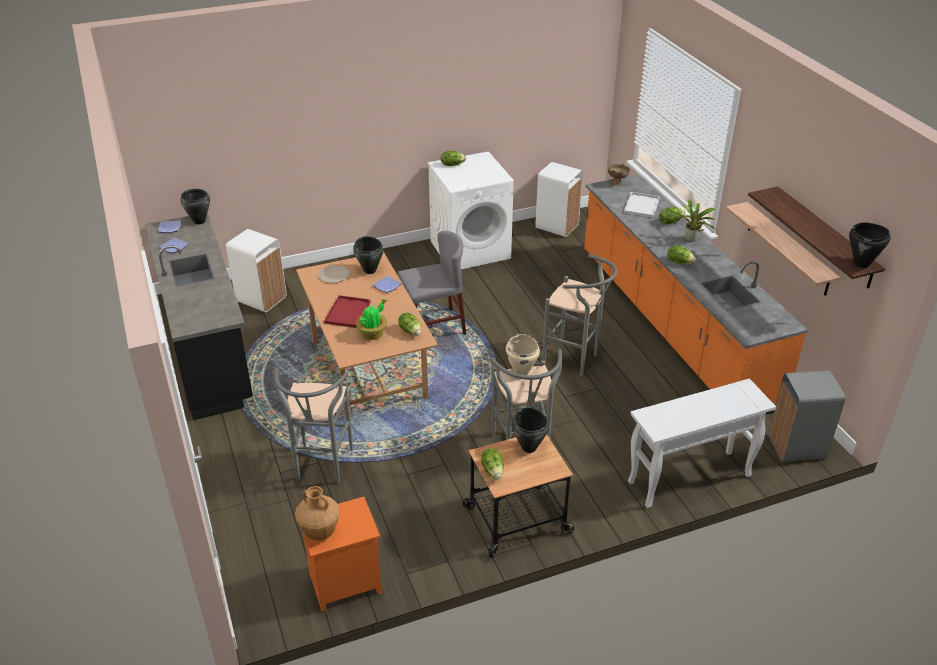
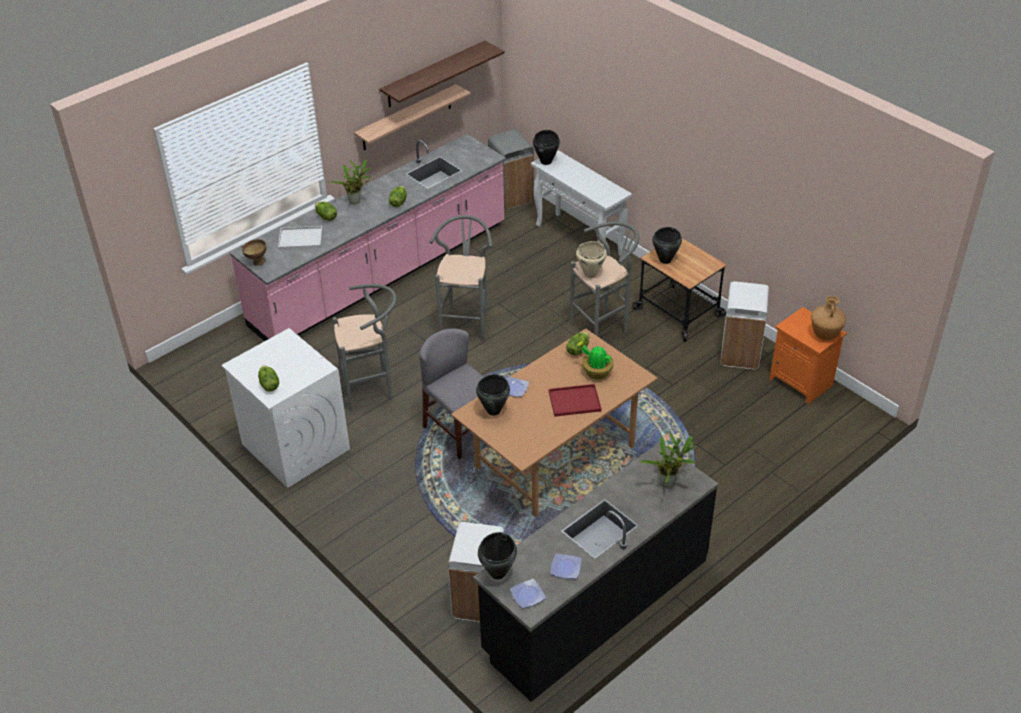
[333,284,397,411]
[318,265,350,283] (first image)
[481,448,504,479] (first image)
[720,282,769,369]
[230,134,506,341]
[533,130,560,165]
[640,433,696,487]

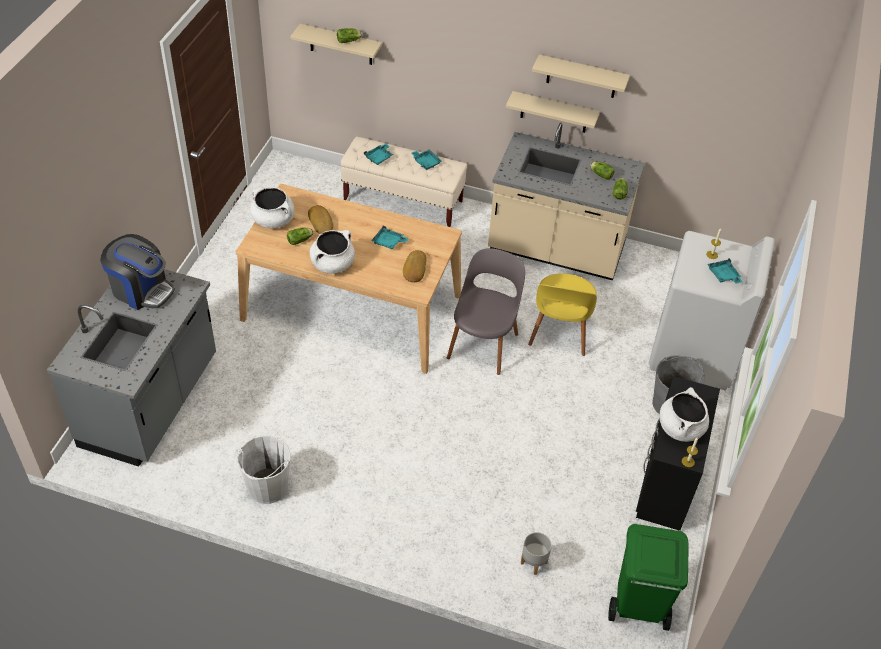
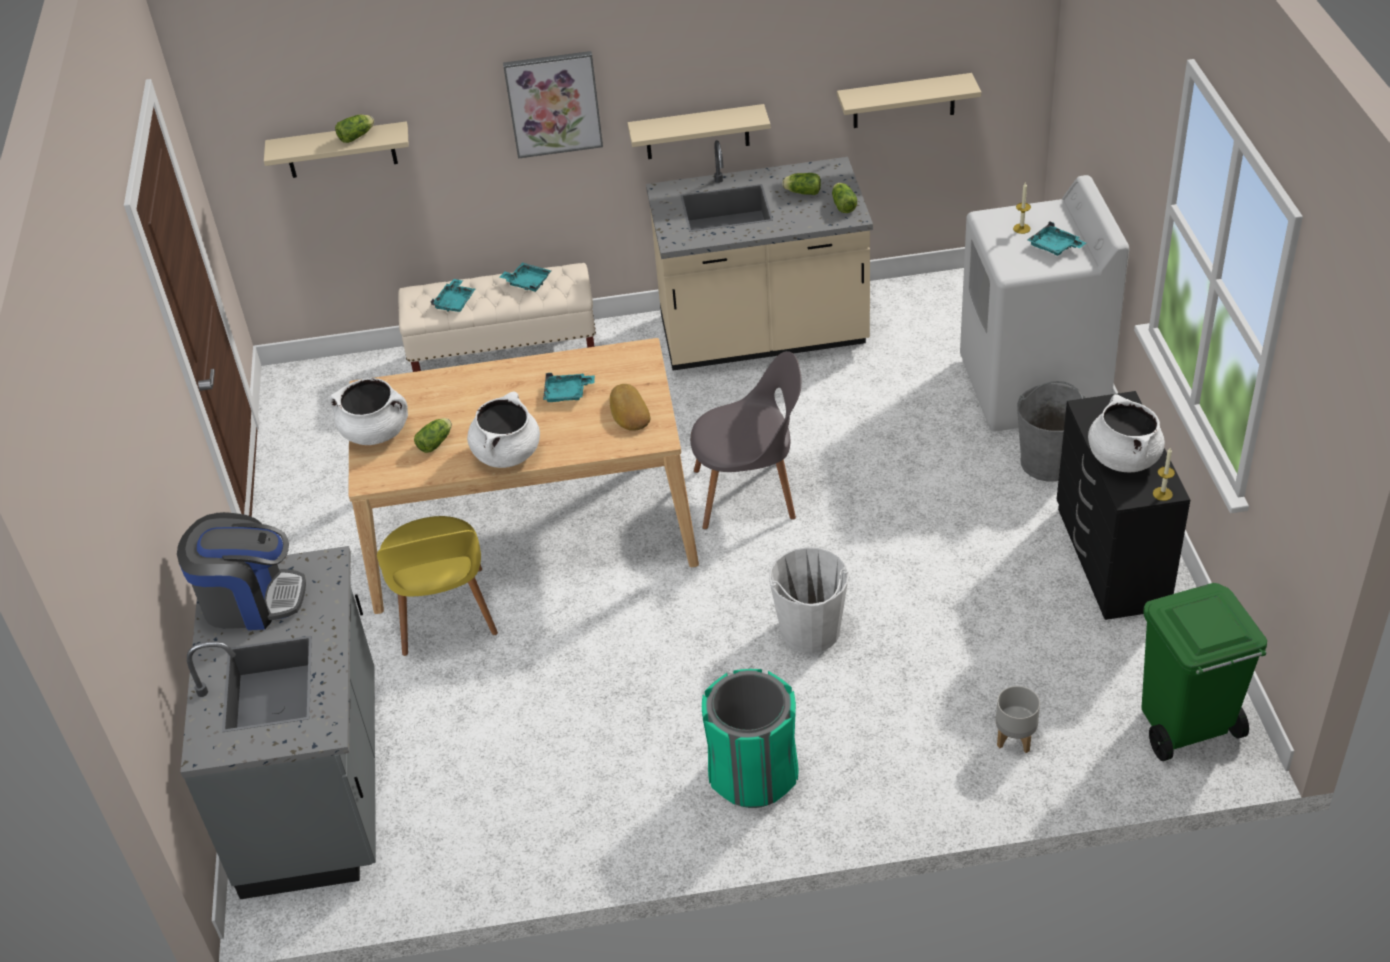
[769,547,849,653]
[308,205,333,234] (first image)
[690,351,802,529]
[377,516,498,656]
[837,73,981,128]
[503,51,603,159]
[702,669,798,808]

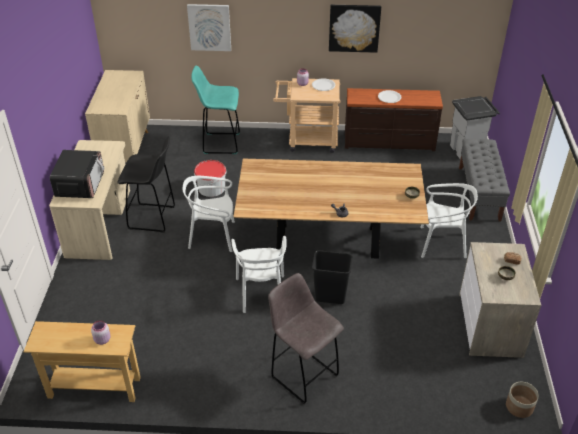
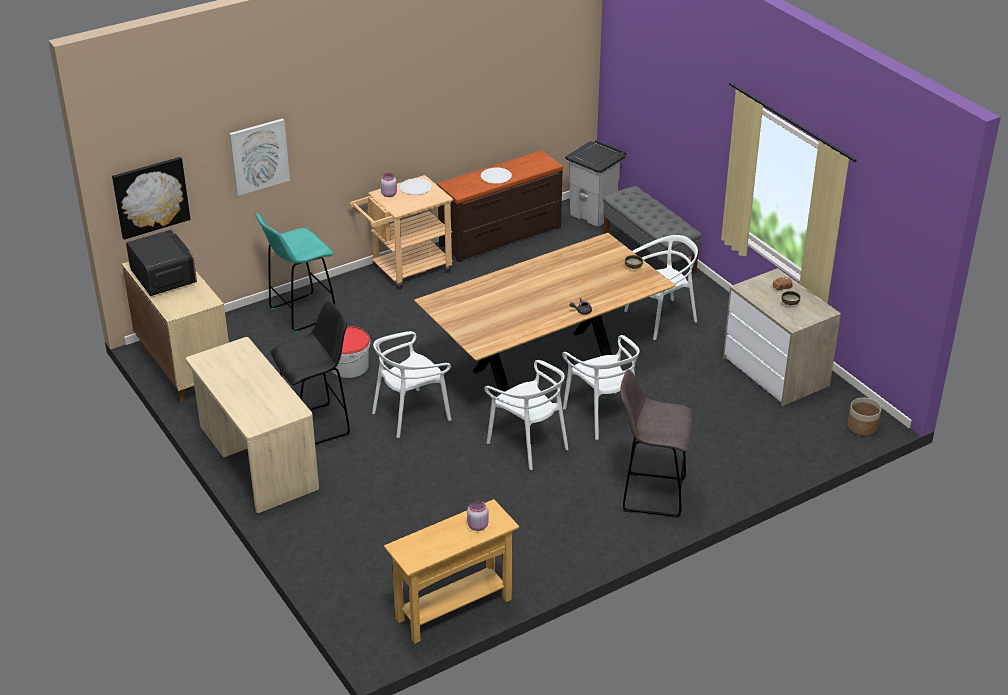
[126,229,197,296]
[562,335,640,440]
[112,157,190,240]

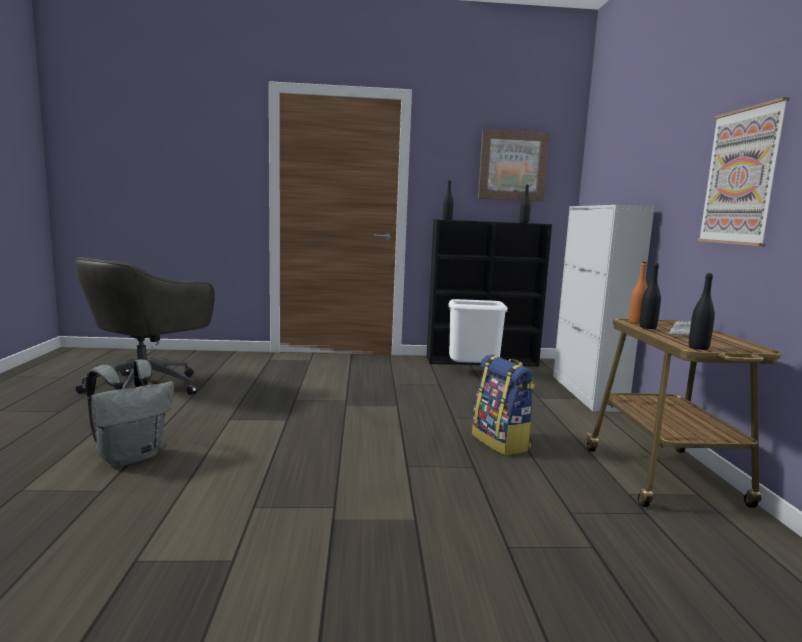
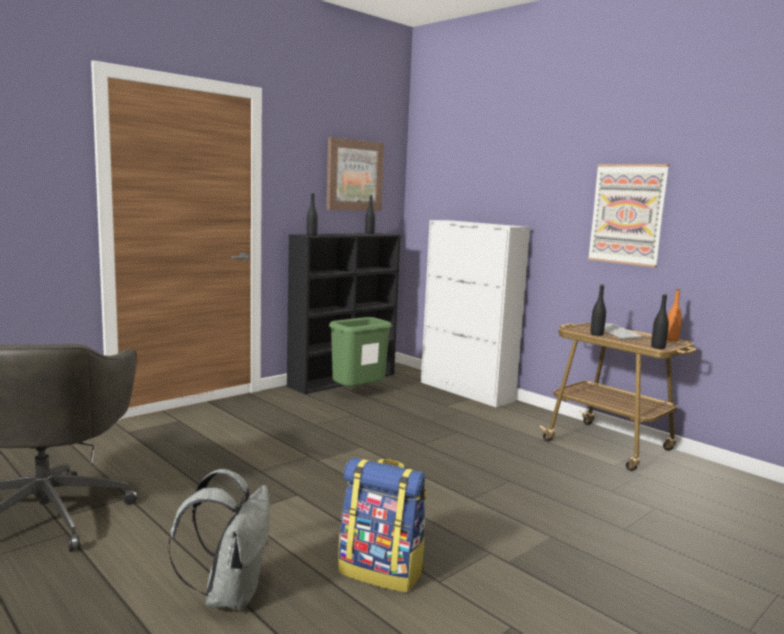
[329,317,392,386]
[339,458,427,593]
[667,289,682,342]

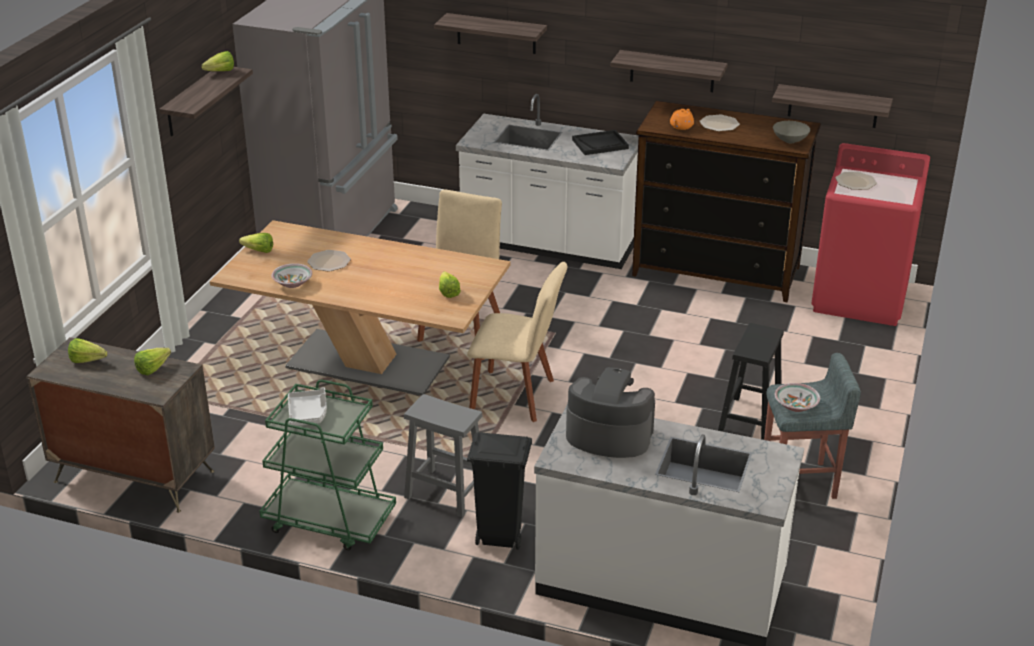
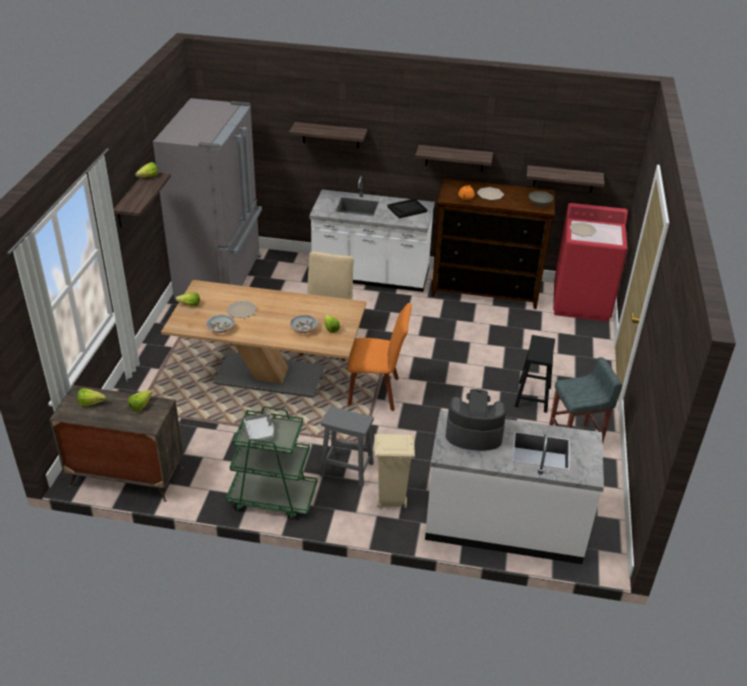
[347,303,412,411]
[375,434,415,508]
[290,315,318,333]

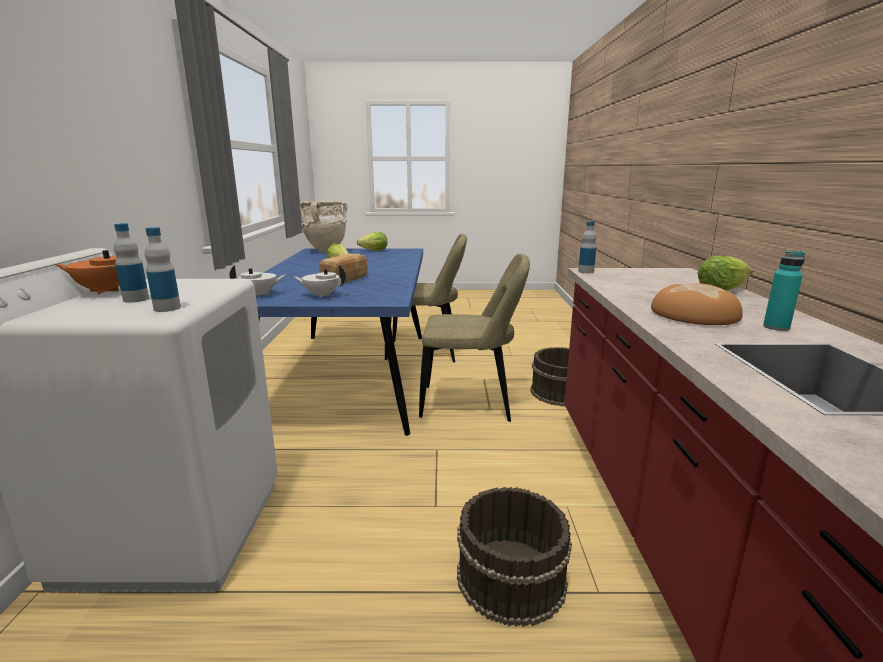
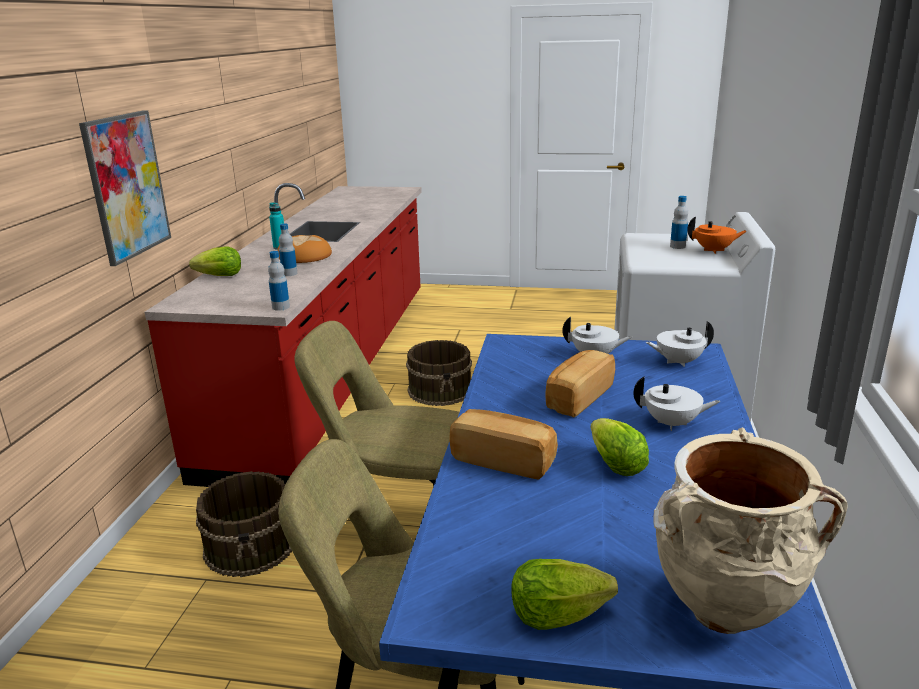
[279,223,297,276]
[79,110,171,266]
[449,409,558,480]
[634,376,721,431]

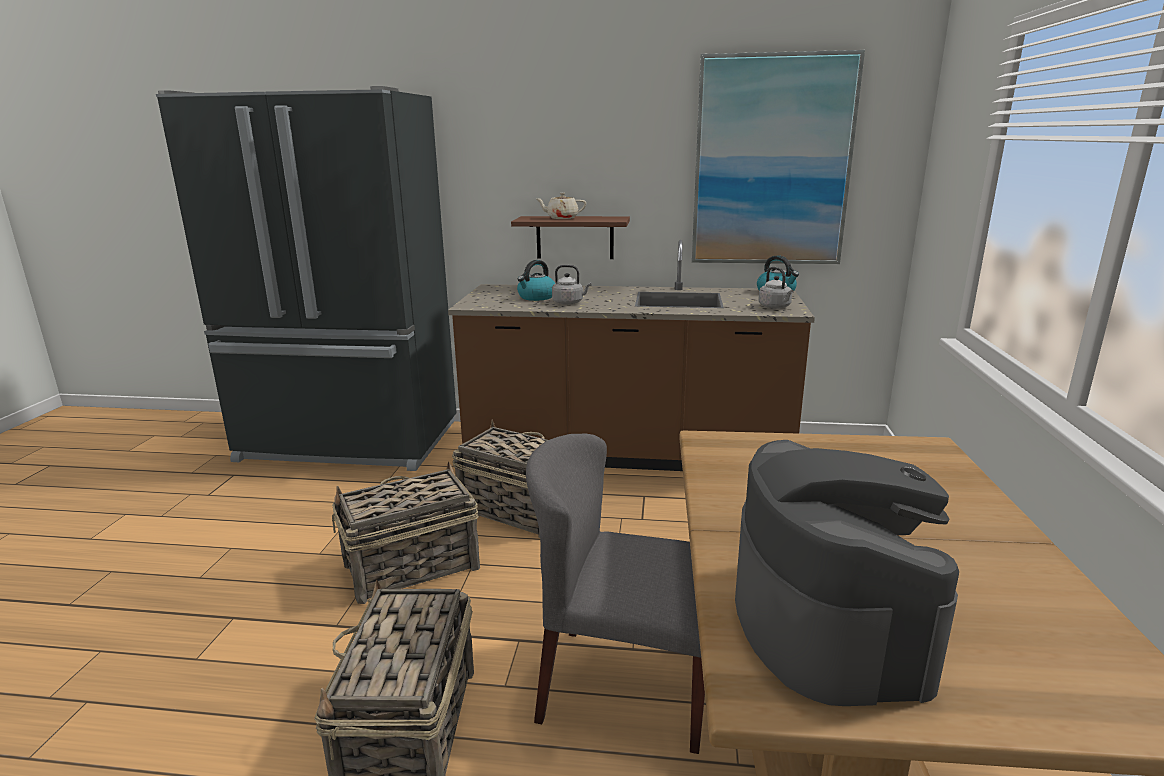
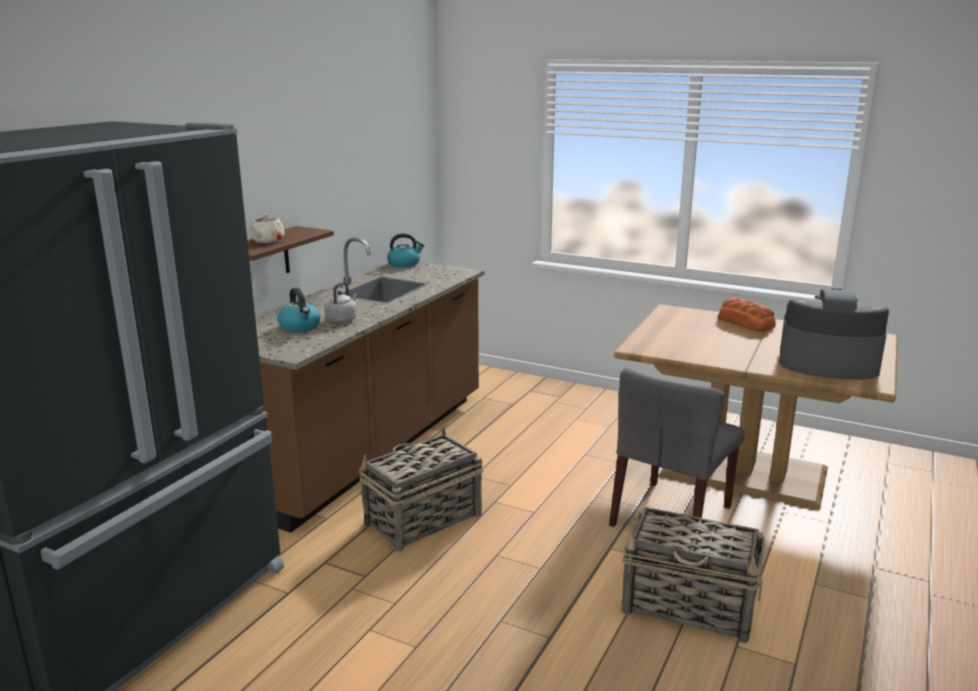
[332,462,480,604] (first image)
[692,50,865,264] (first image)
[758,267,794,309] (first image)
[718,298,776,332]

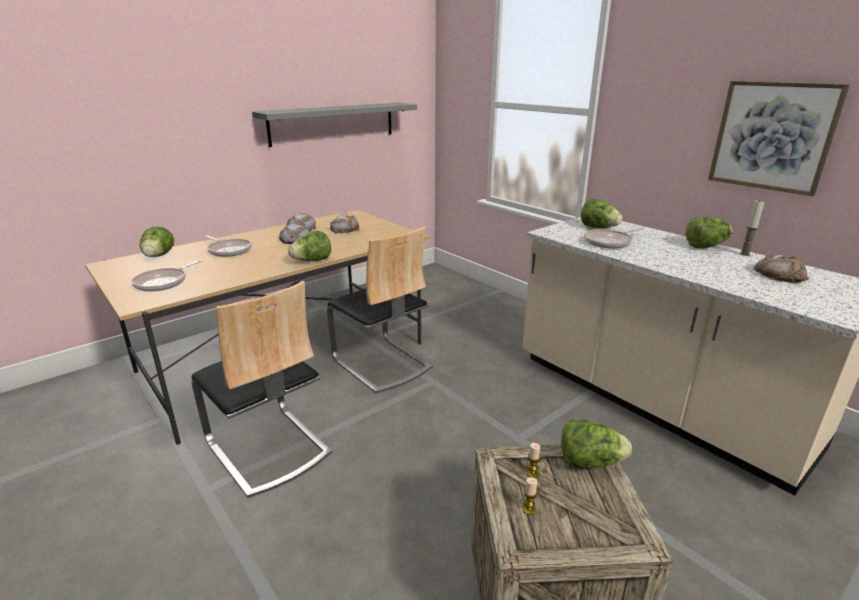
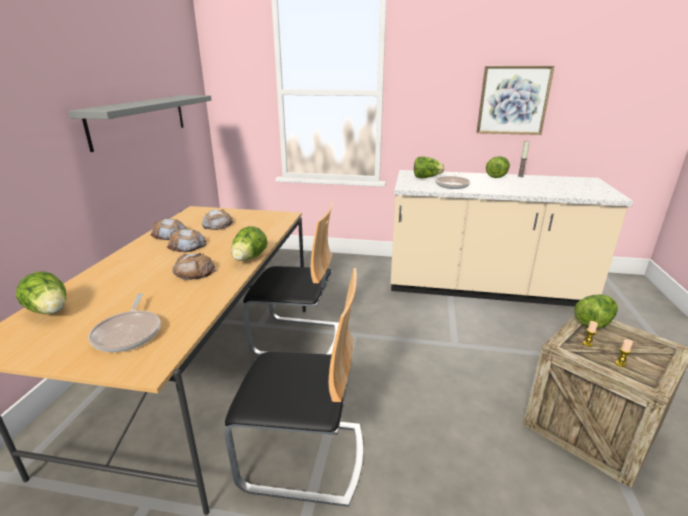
[205,236,252,257] (first image)
[172,253,216,280]

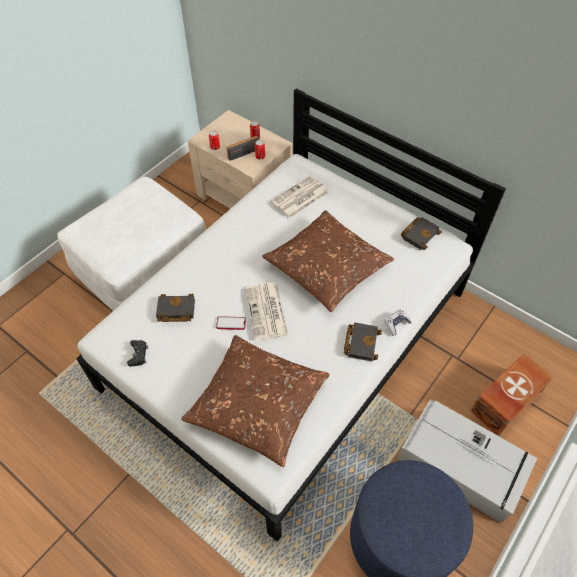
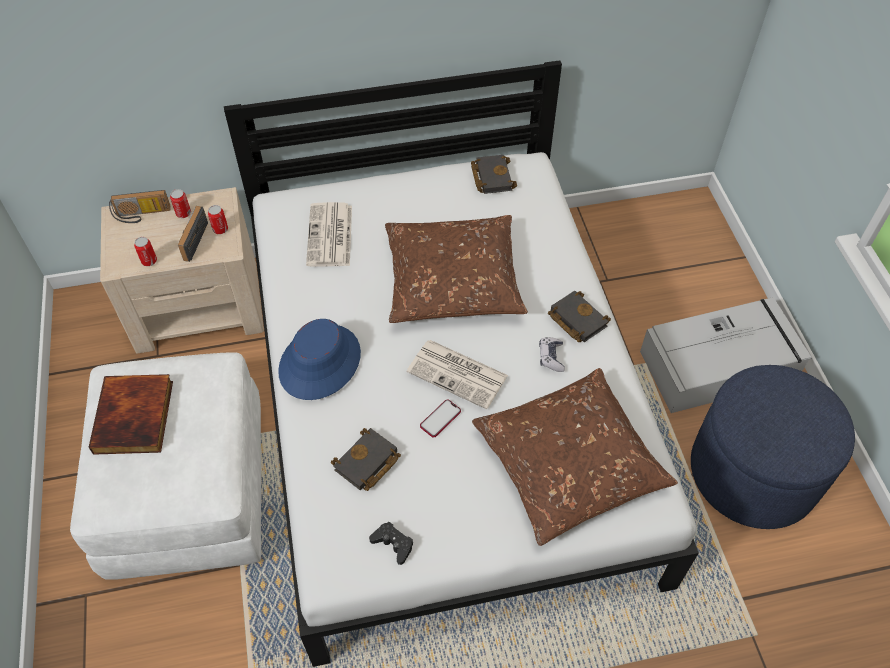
[539,337,565,372]
[470,353,554,436] (first image)
[88,374,173,455]
[109,190,170,223]
[278,319,361,400]

